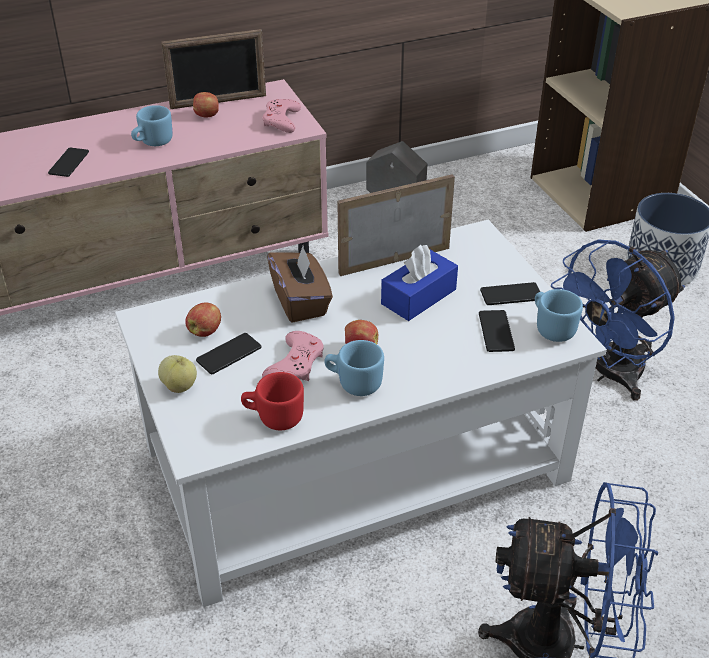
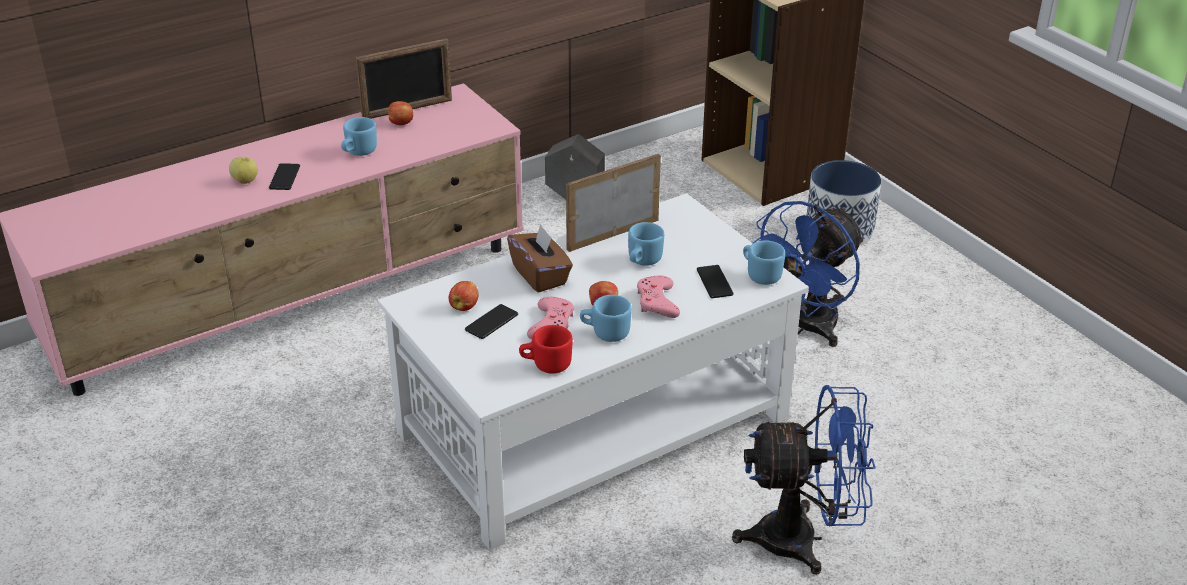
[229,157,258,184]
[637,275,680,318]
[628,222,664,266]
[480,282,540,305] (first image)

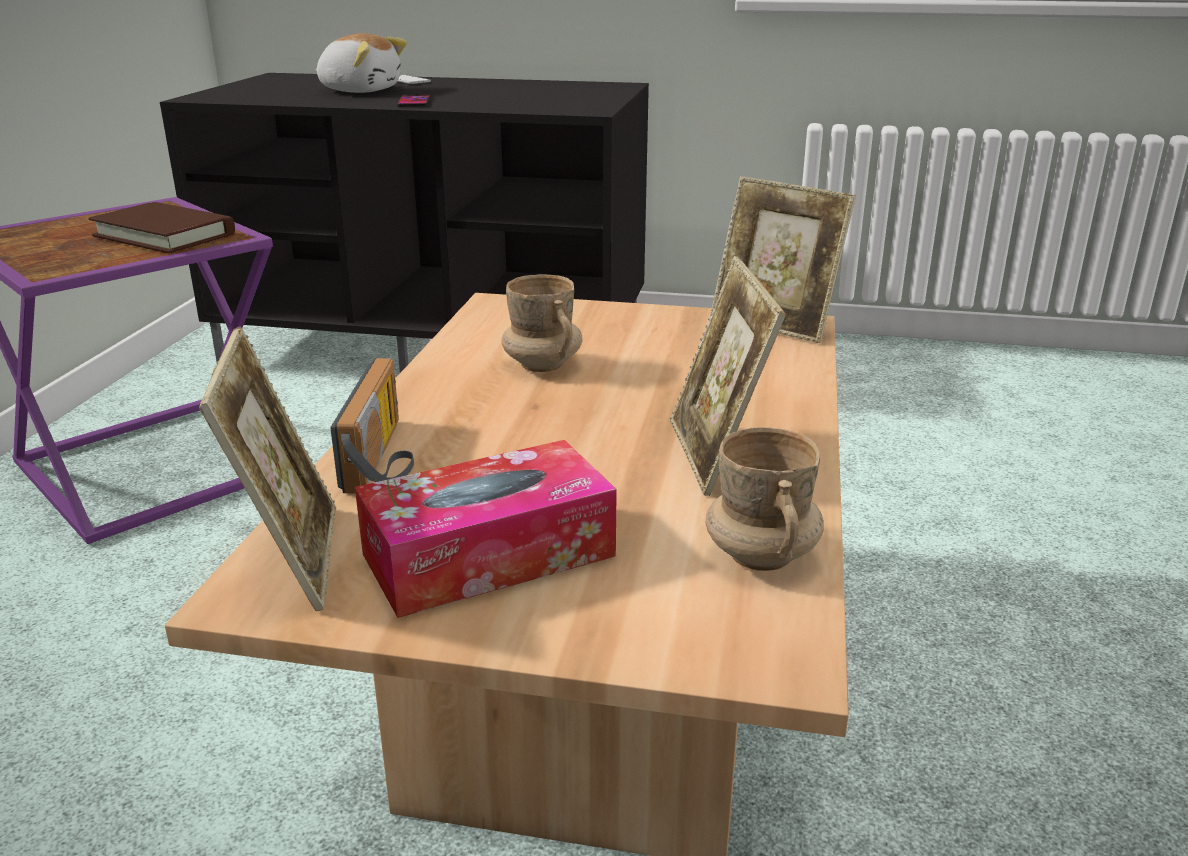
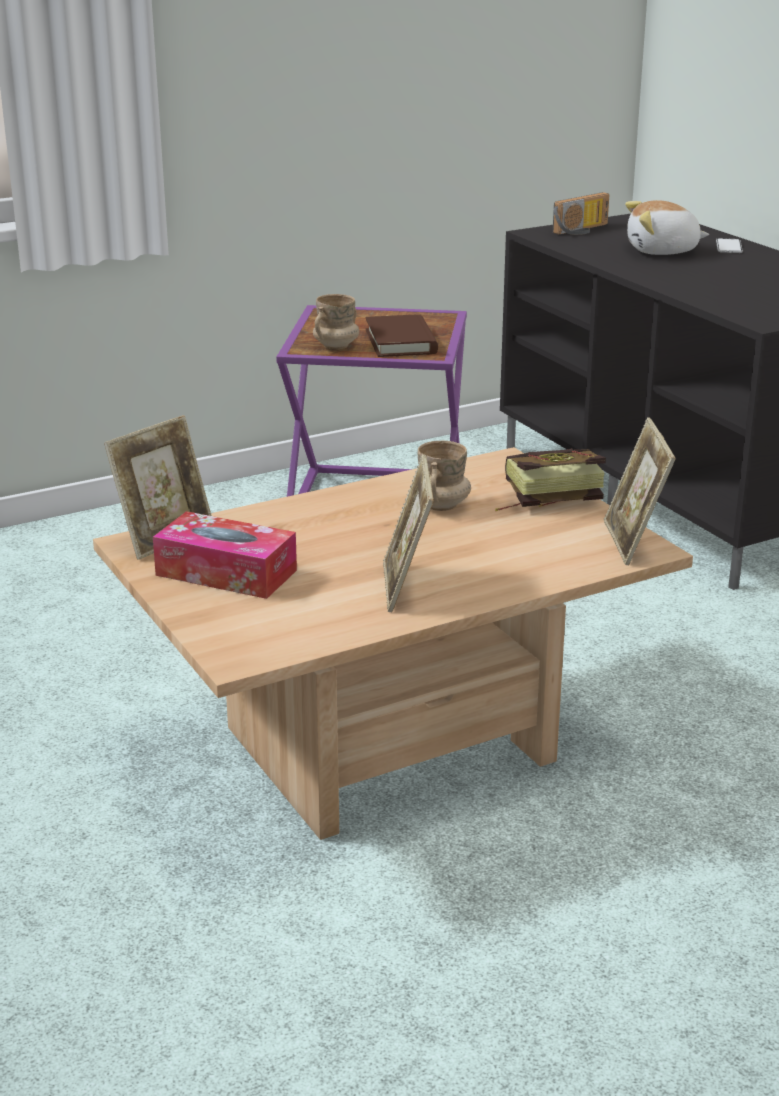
[625,200,709,255]
[553,192,609,235]
[397,95,431,107] (first image)
[383,454,434,612]
[313,294,359,349]
[495,448,606,512]

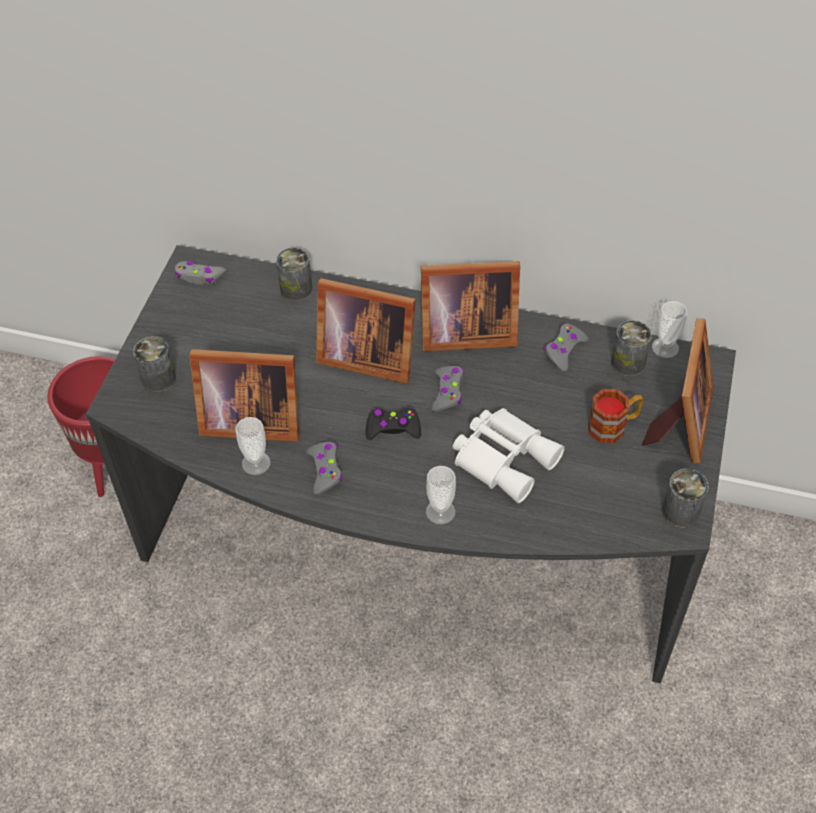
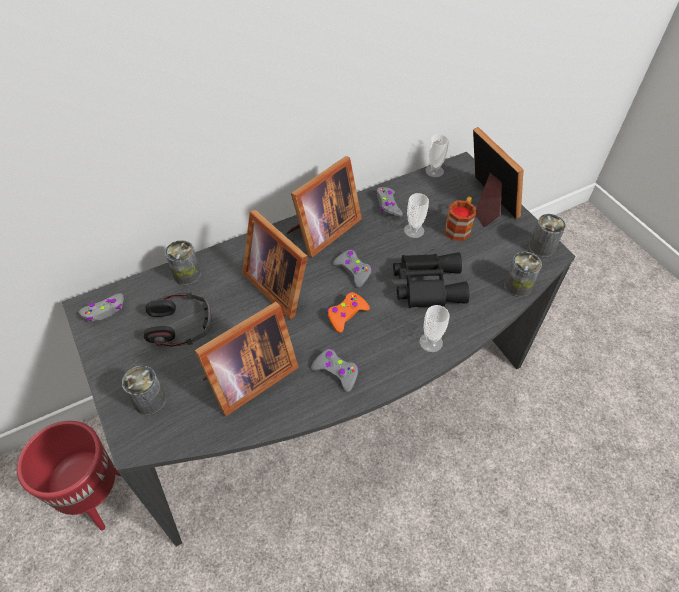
[404,193,429,238]
[242,210,308,320]
[327,292,370,333]
[393,252,470,308]
[504,252,542,297]
[144,292,211,347]

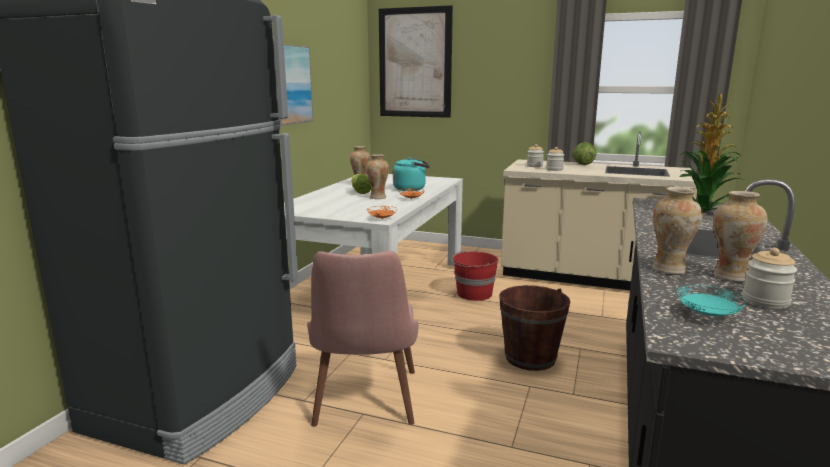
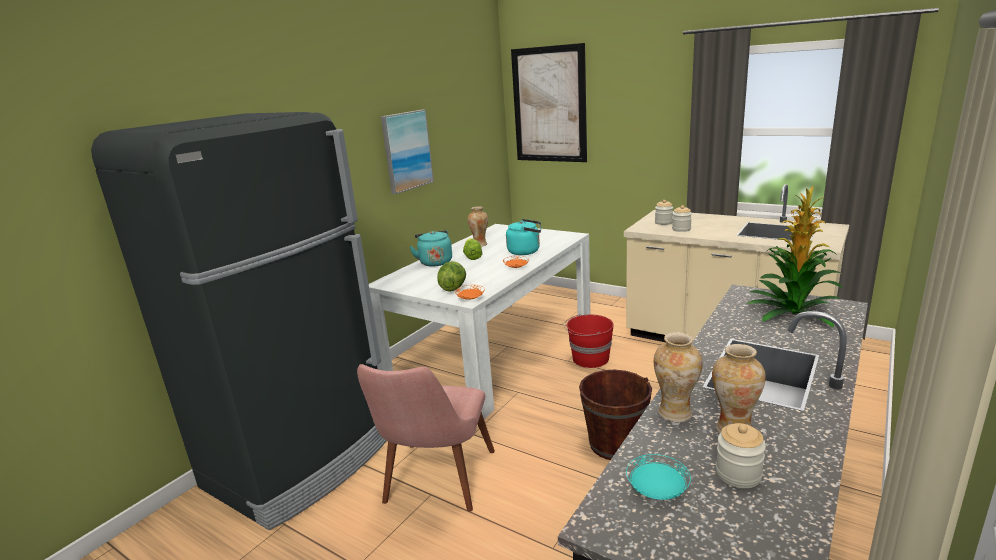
[366,154,389,199] (first image)
[437,261,466,292]
[409,230,452,267]

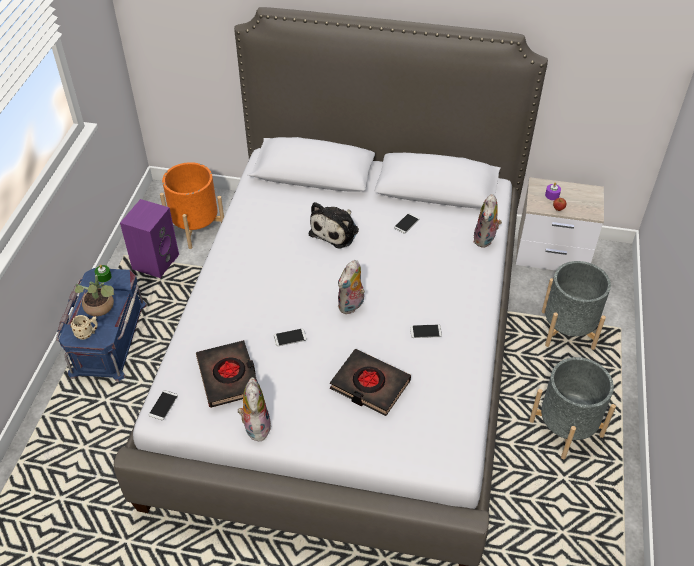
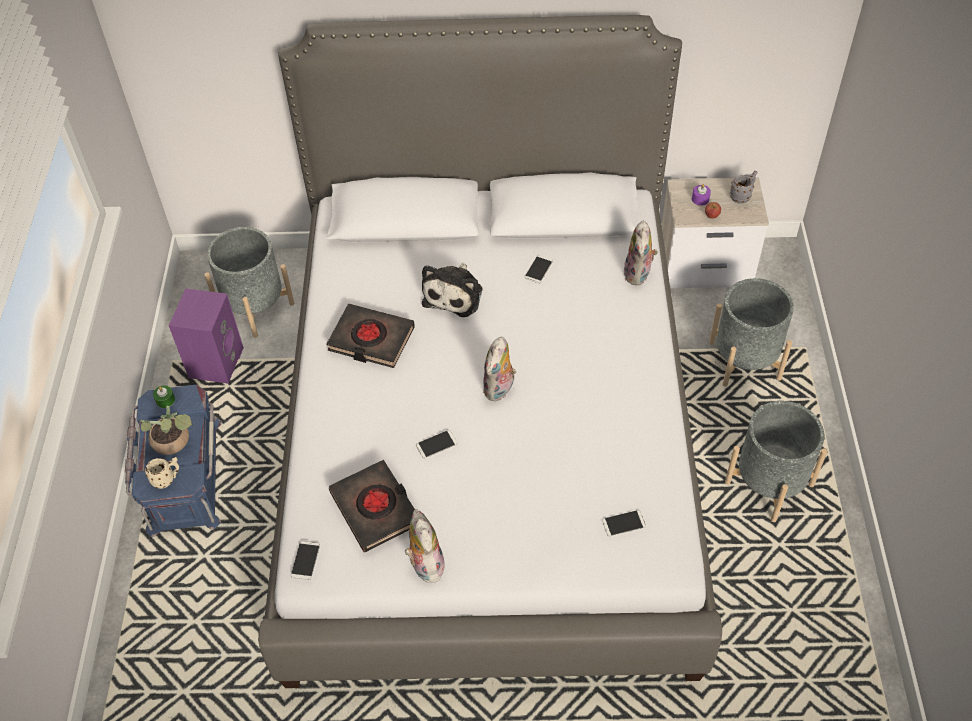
[204,227,295,338]
[327,304,415,368]
[602,510,646,536]
[730,171,758,204]

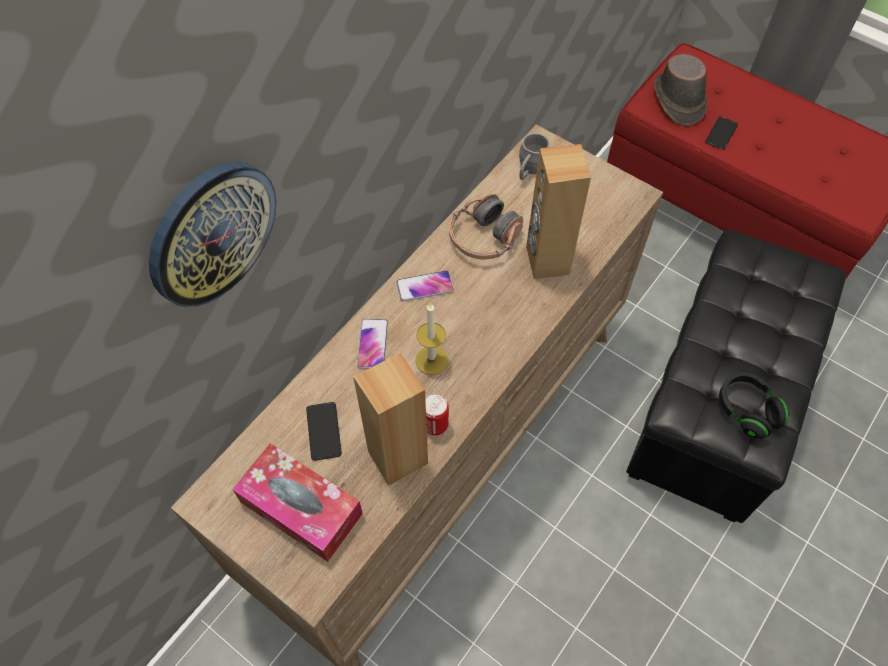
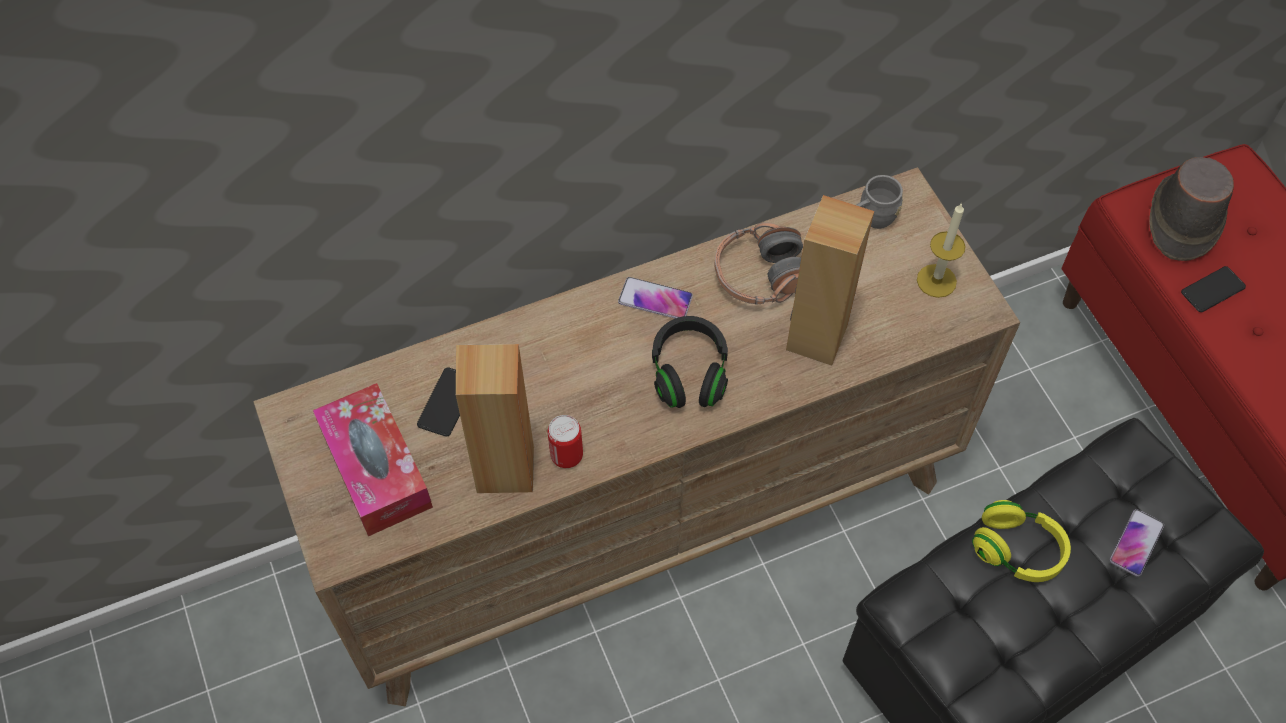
[149,162,276,307] (first image)
[1110,509,1164,577]
[917,203,966,298]
[652,316,728,408]
[972,500,1071,582]

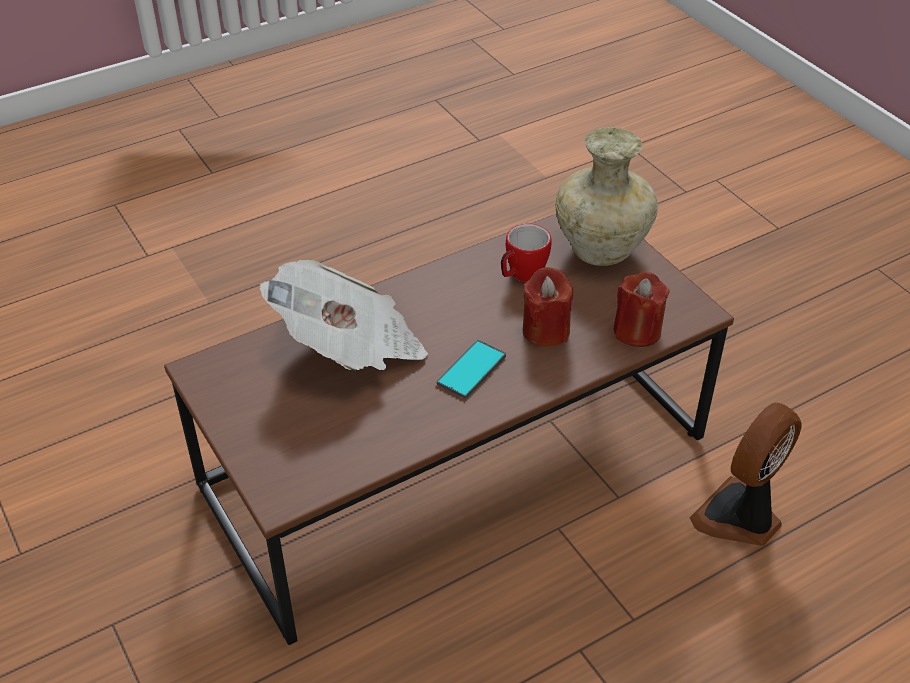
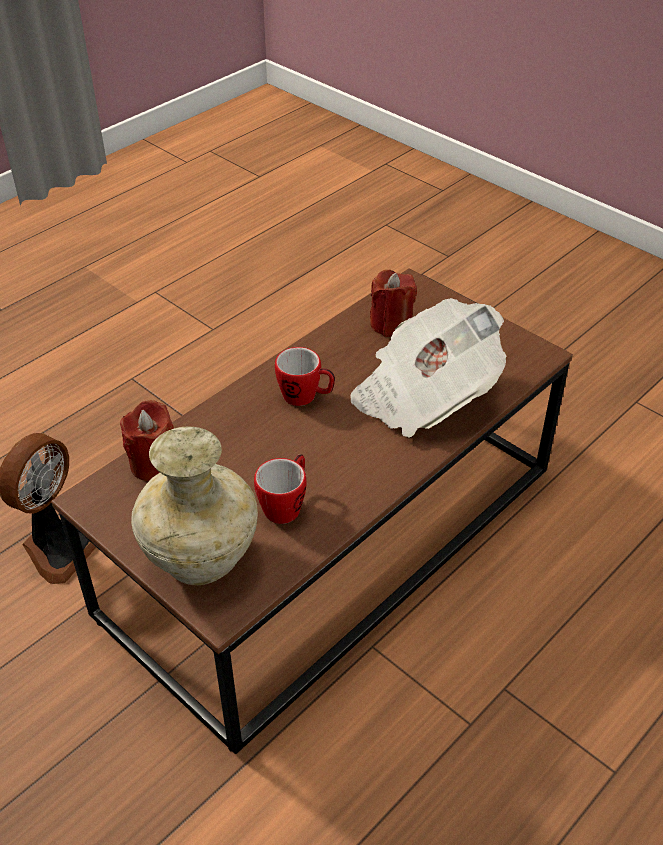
[275,347,335,406]
[370,270,417,337]

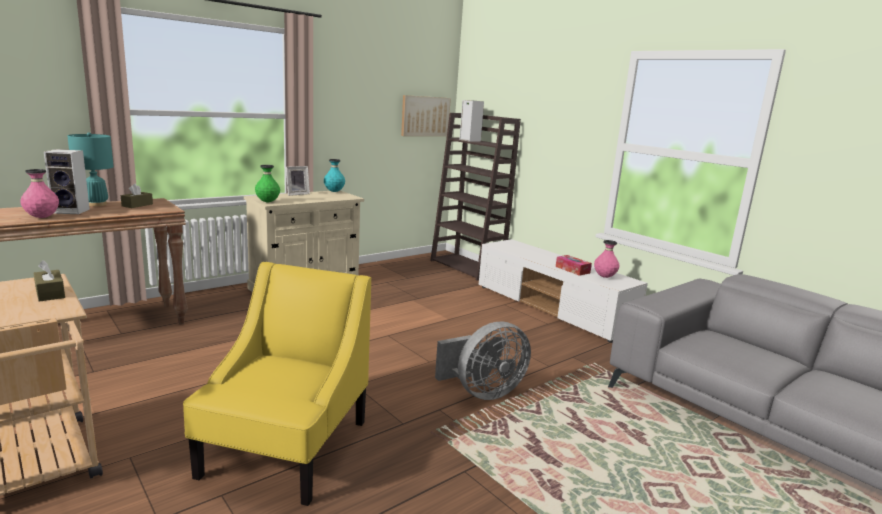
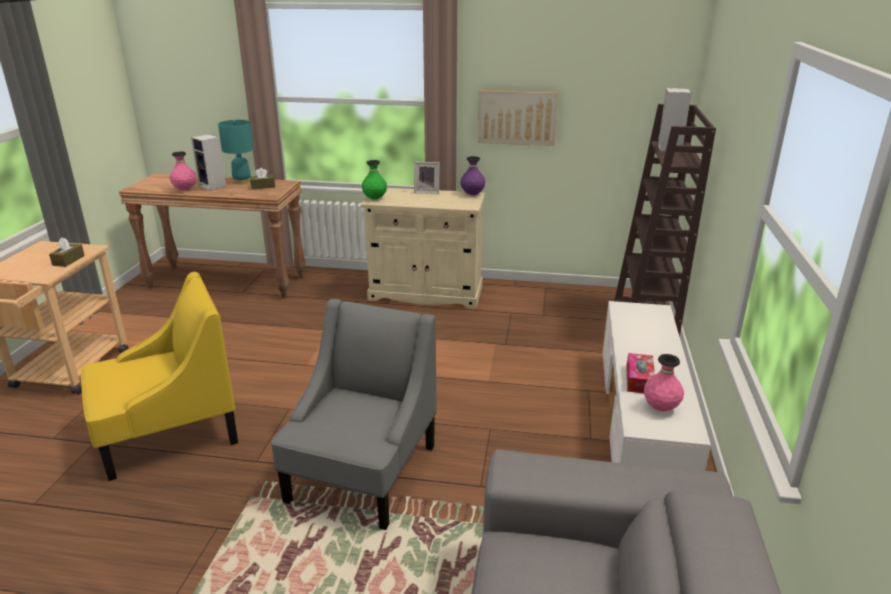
[460,156,485,195]
[478,90,558,146]
[271,299,437,530]

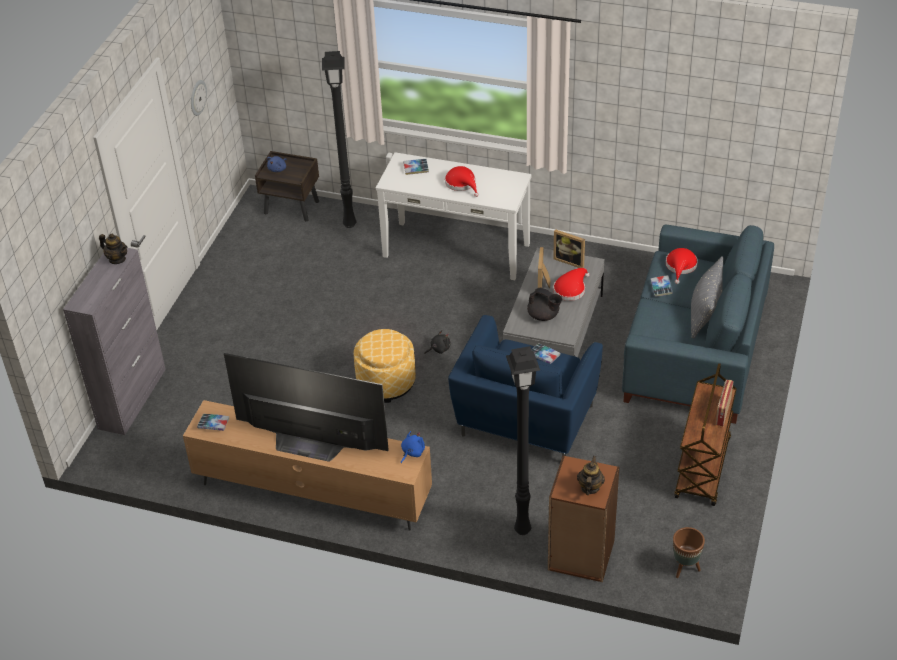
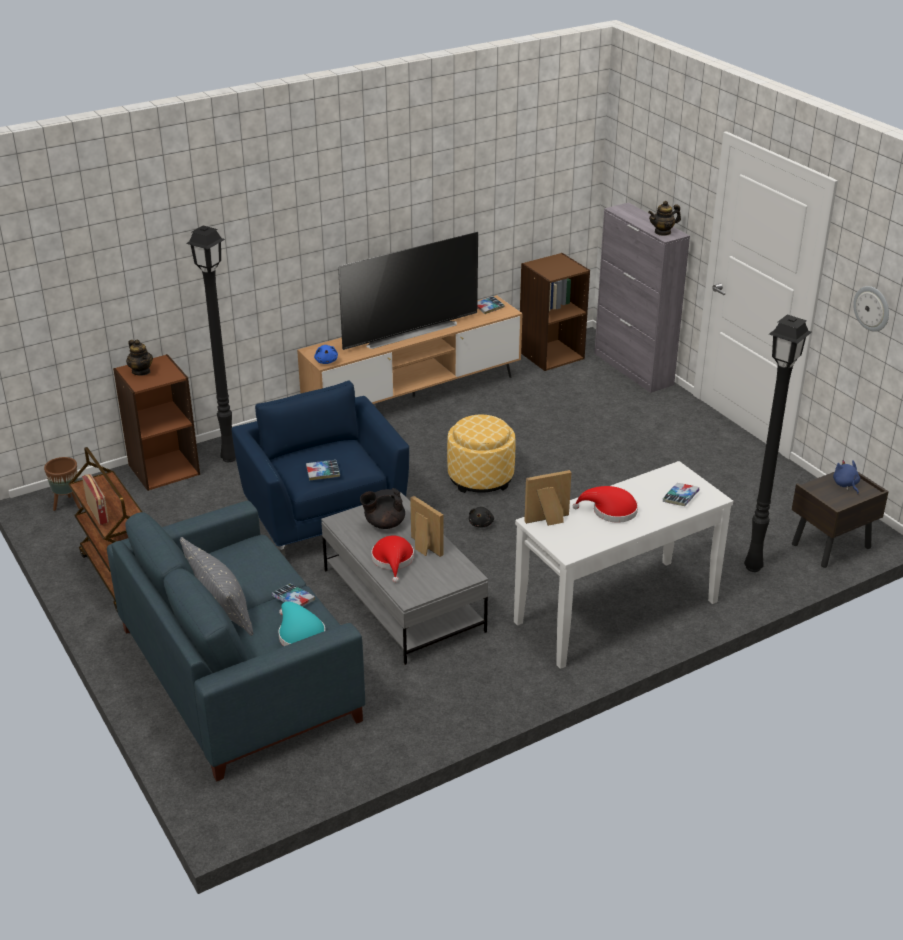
[524,470,571,526]
[279,601,325,646]
[520,253,590,371]

